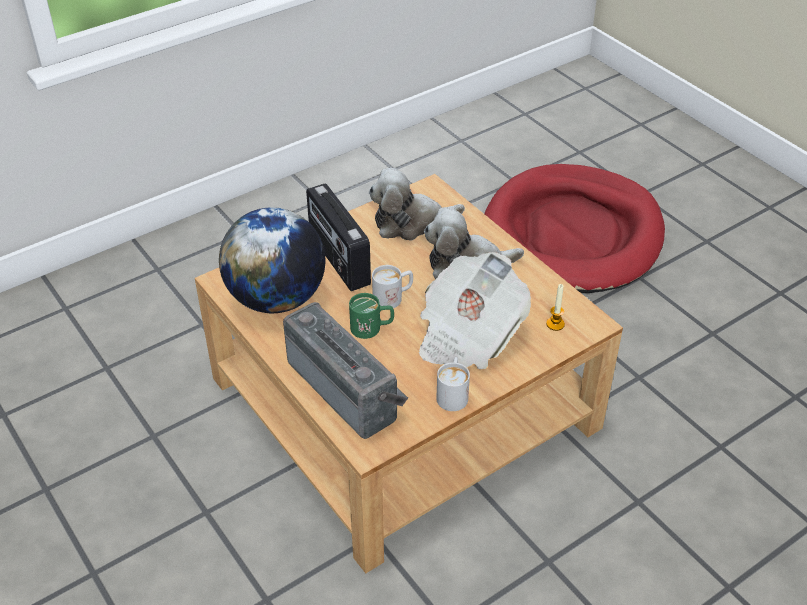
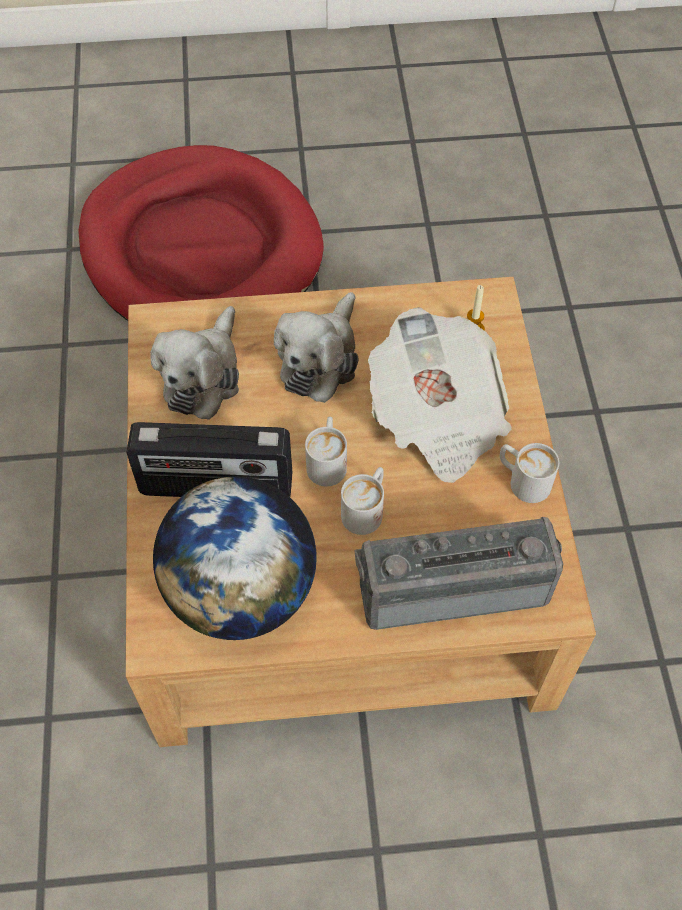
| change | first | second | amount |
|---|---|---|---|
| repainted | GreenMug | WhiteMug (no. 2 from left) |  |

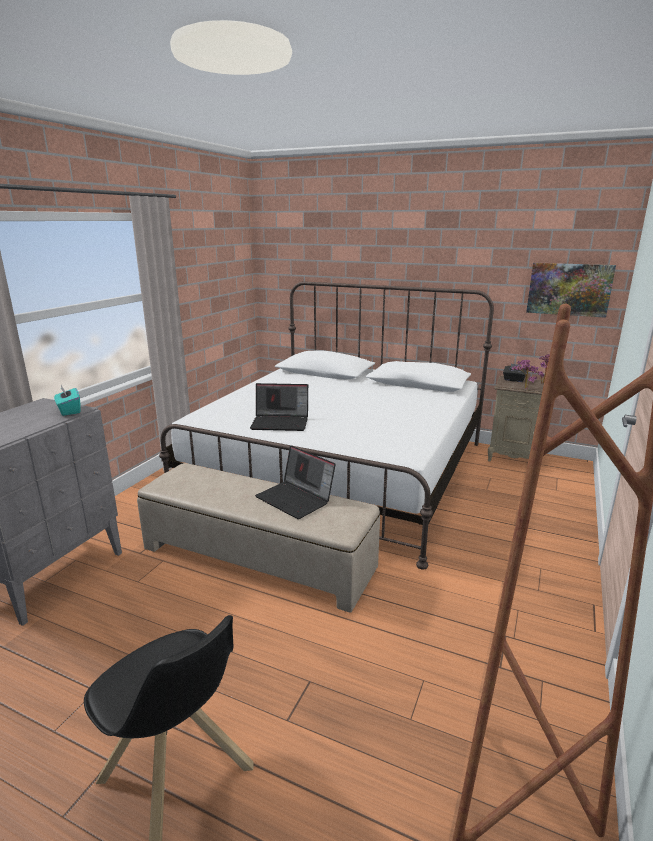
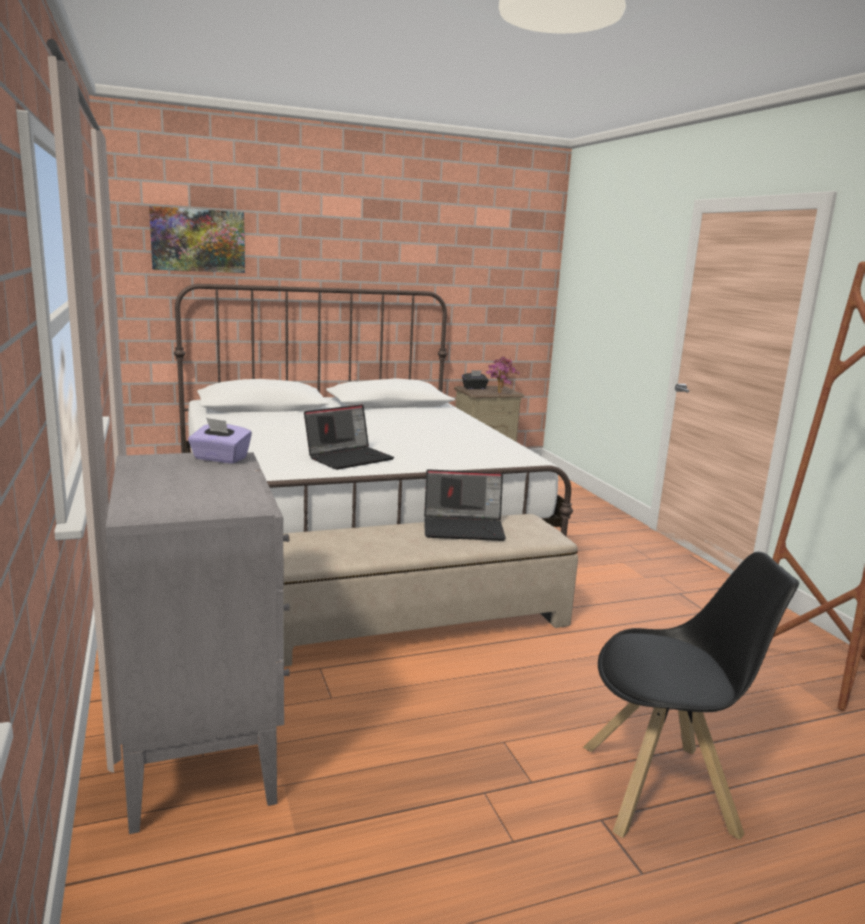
| change | first | second | amount |
|---|---|---|---|
| shifted | Picture |  |  |
| repainted | TurquoiseTissueBox | PurpleTissueBox |  |

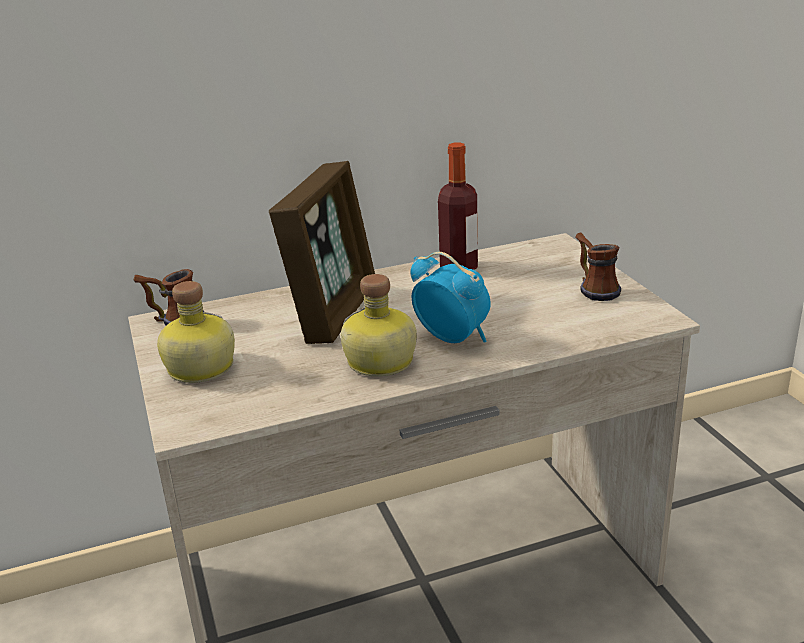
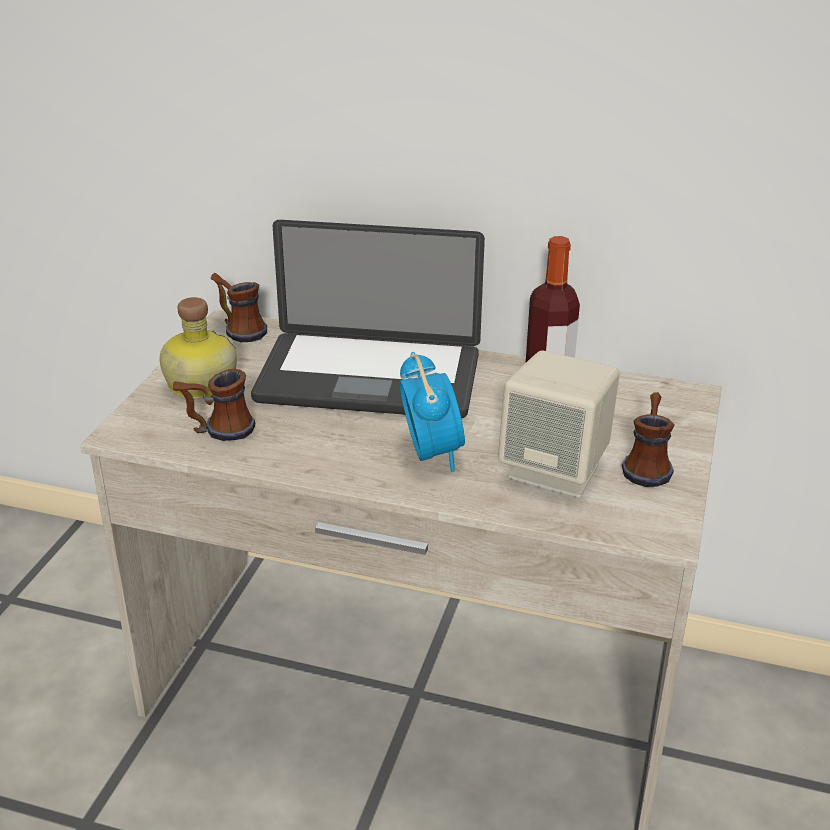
| change | first | second | amount |
|---|---|---|---|
| new |  | Mug (no. 1 from left) |  |
| swapped | PictureFrame | Laptop |  |
| new |  | BeigeSpeaker |  |
| gone | Bottle (no. 2 from left) |  |  |

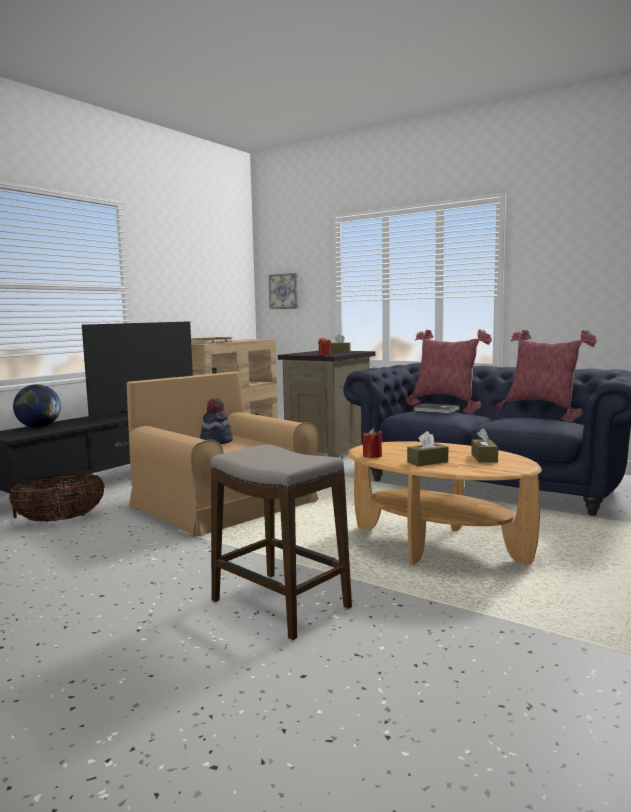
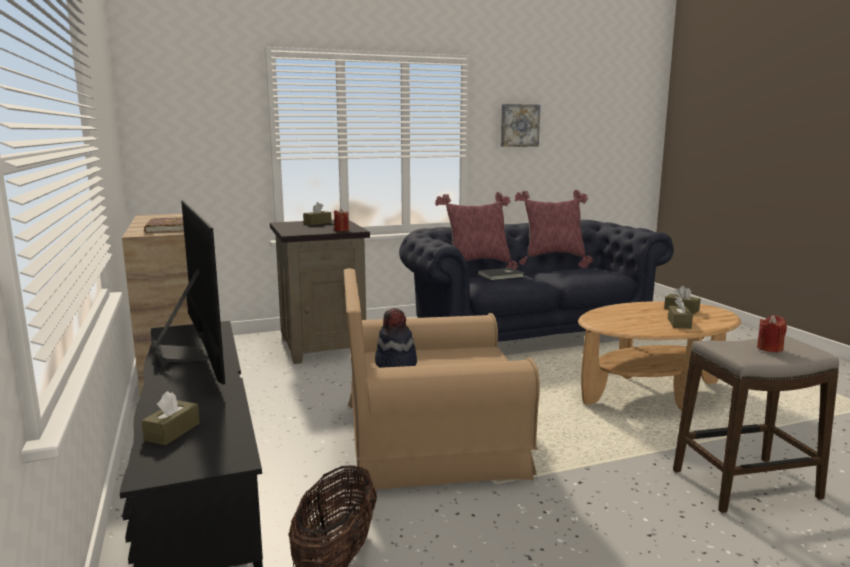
| change | first | second | amount |
|---|---|---|---|
| swapped | Globe | BrownTissueBox (no. 1 from left) |  |
| shifted | Picture |  |  |
| shifted | RedCandle (no. 2 from left) |  |  |

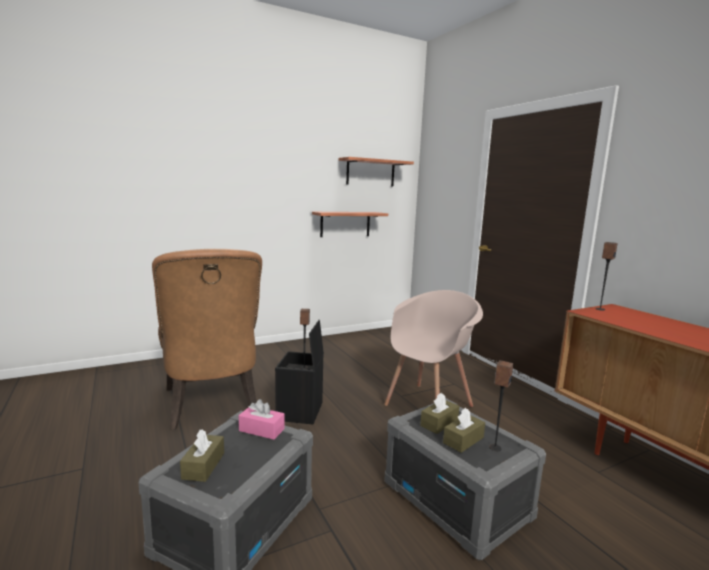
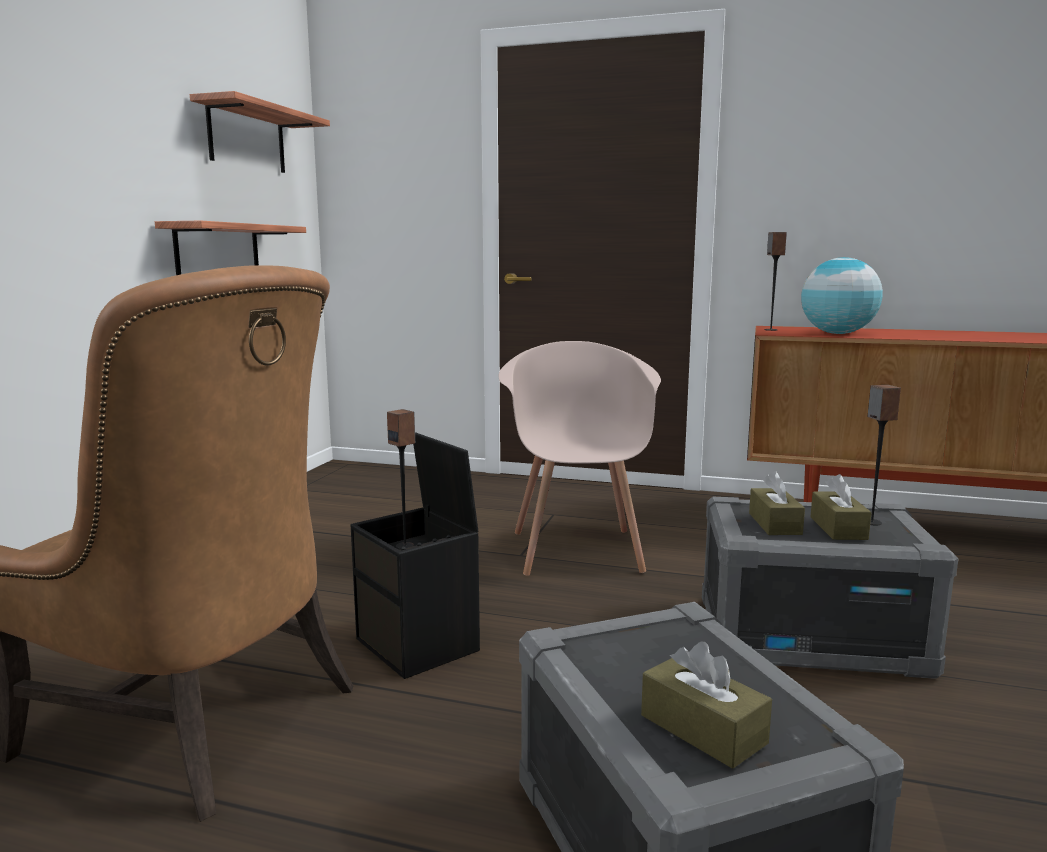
| change | first | second | amount |
|---|---|---|---|
| new |  | Globe |  |
| gone | PinkTissueBox |  |  |

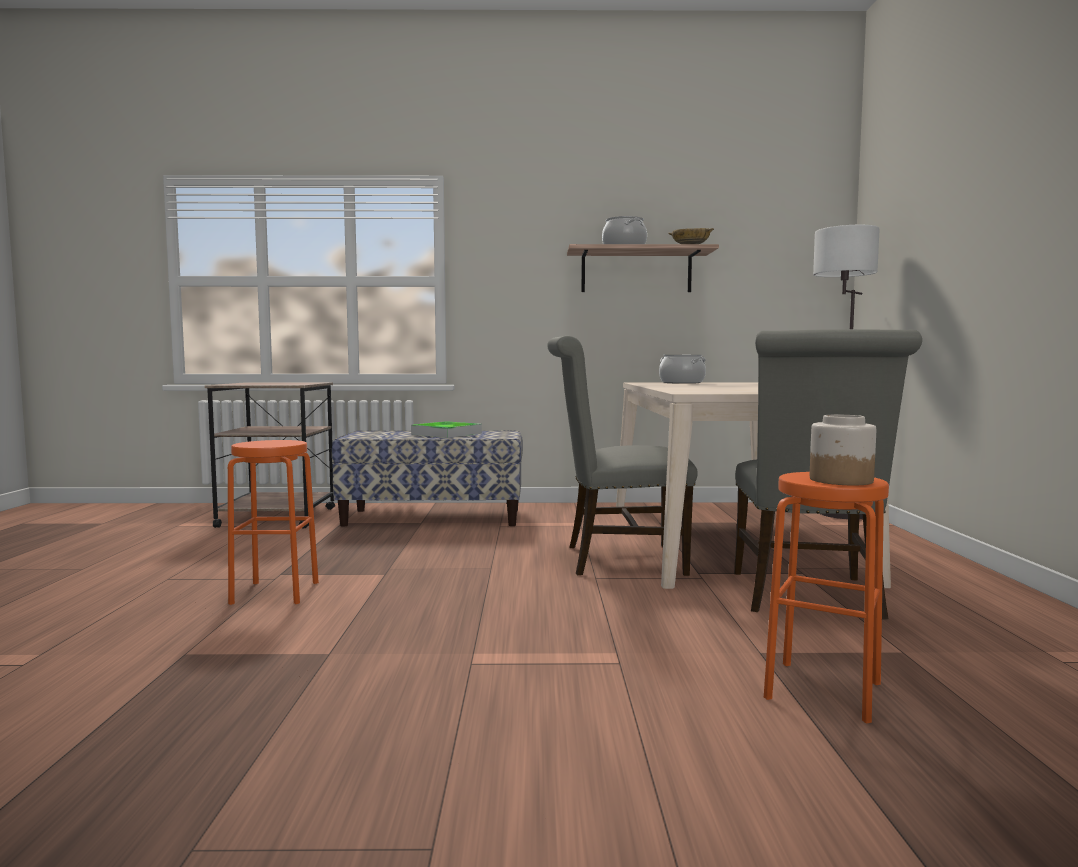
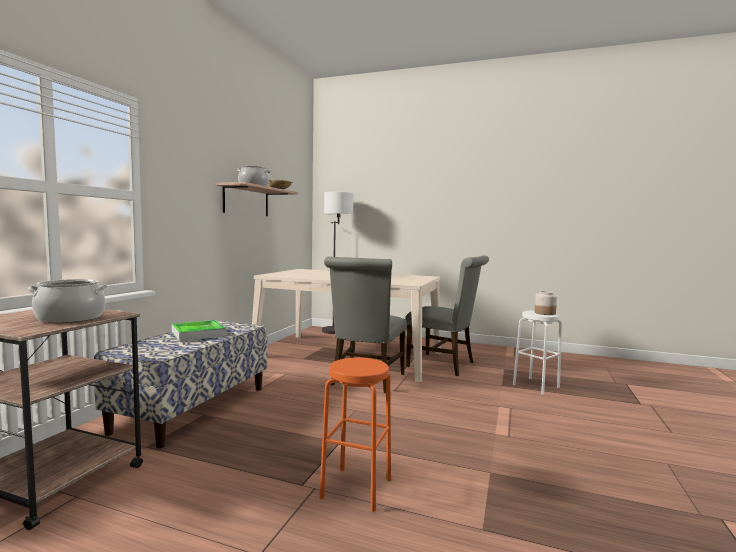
| change | first | second | amount |
|---|---|---|---|
| shifted | CookingPot (no. 2 from left in the first image) | CookingPot (no. 1 from left) |  |
| repainted | OrangeStool (no. 2 from left) | WhiteStool |  |

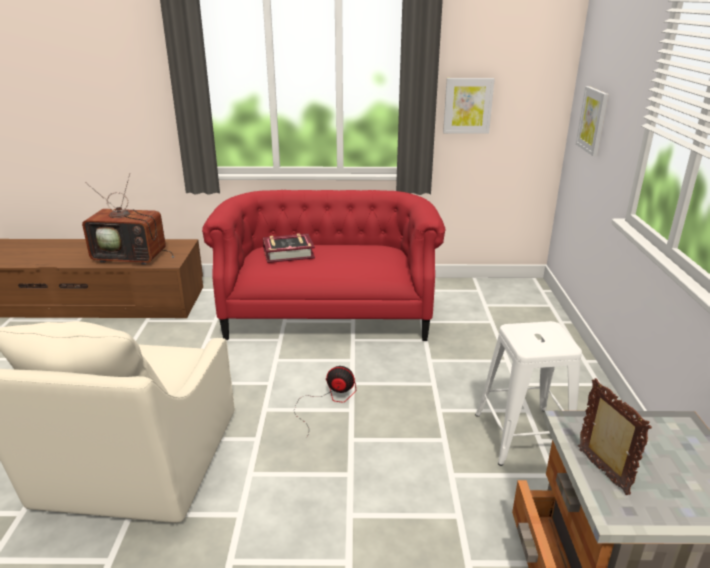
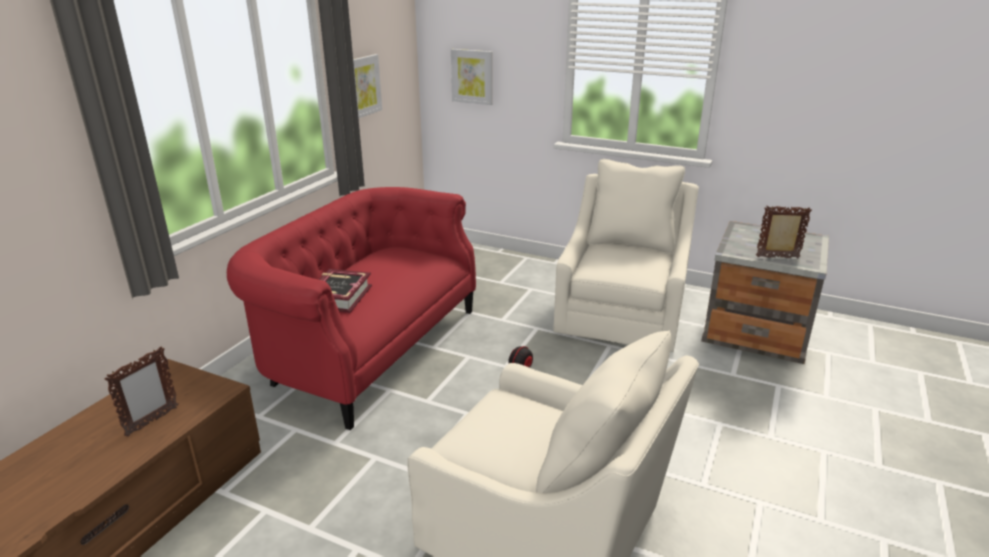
| change | first | second | amount |
|---|---|---|---|
| swapped | Television | PictureFrame (no. 1 from left) |  |
| swapped | WhiteStool | BeigeArmchair (no. 2 from left) |  |

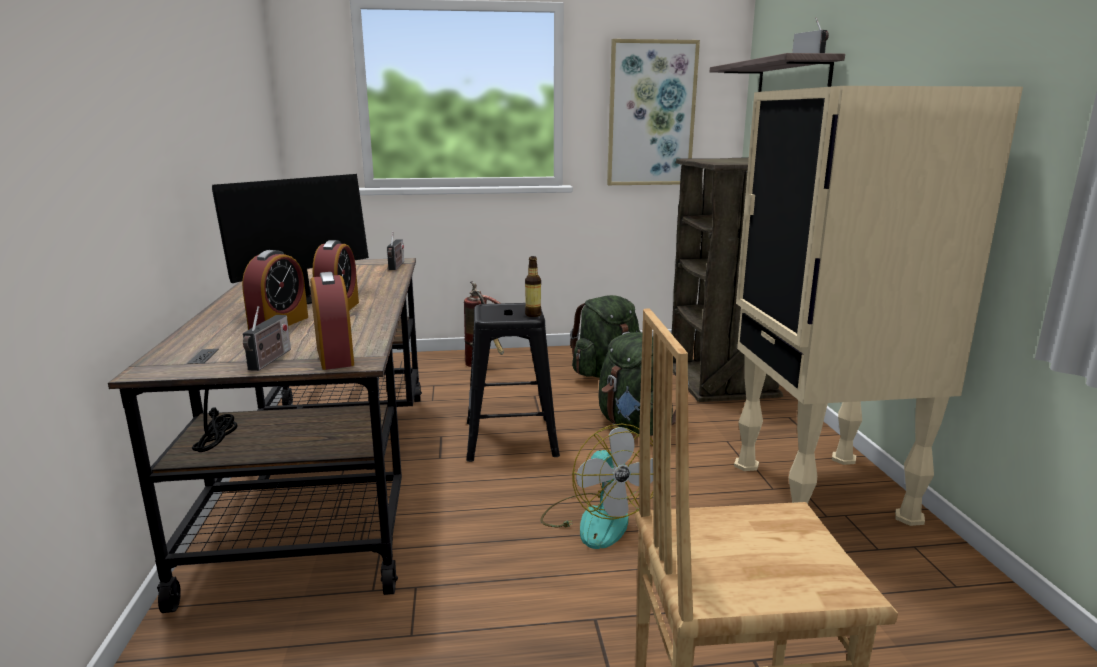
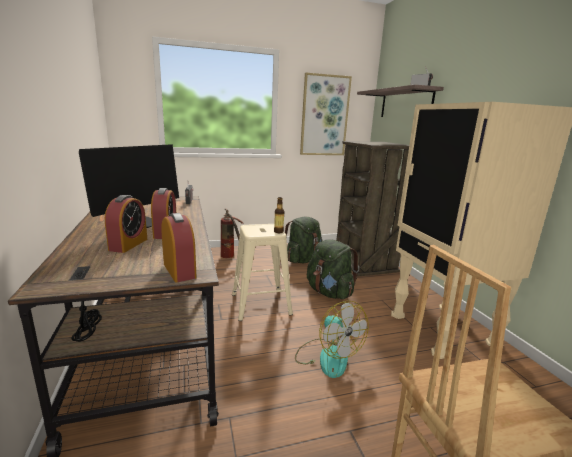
| change | first | second | amount |
|---|---|---|---|
| repainted | BlackStool | BeigeStool |  |
| gone | Radio (no. 1 from left) |  |  |

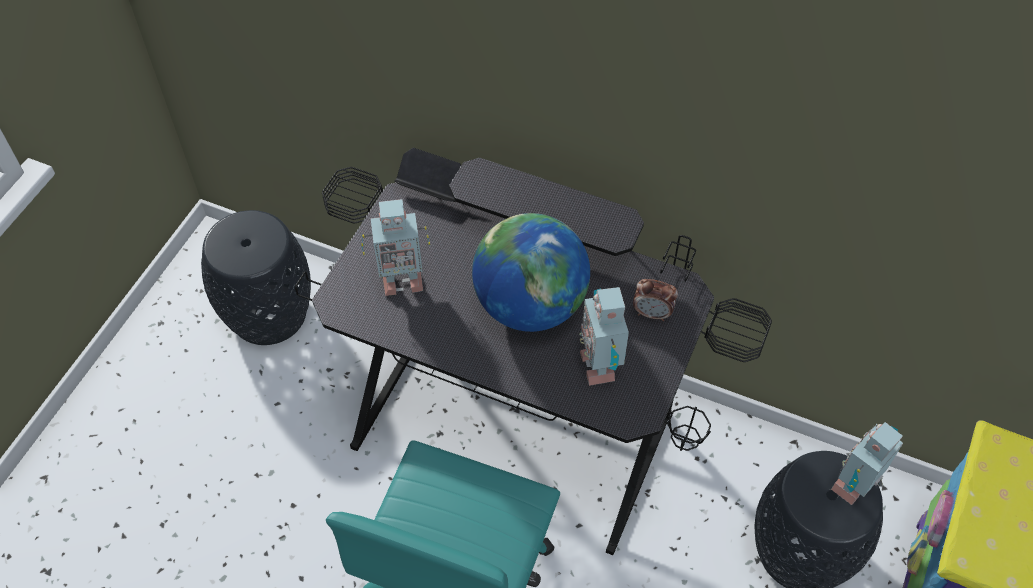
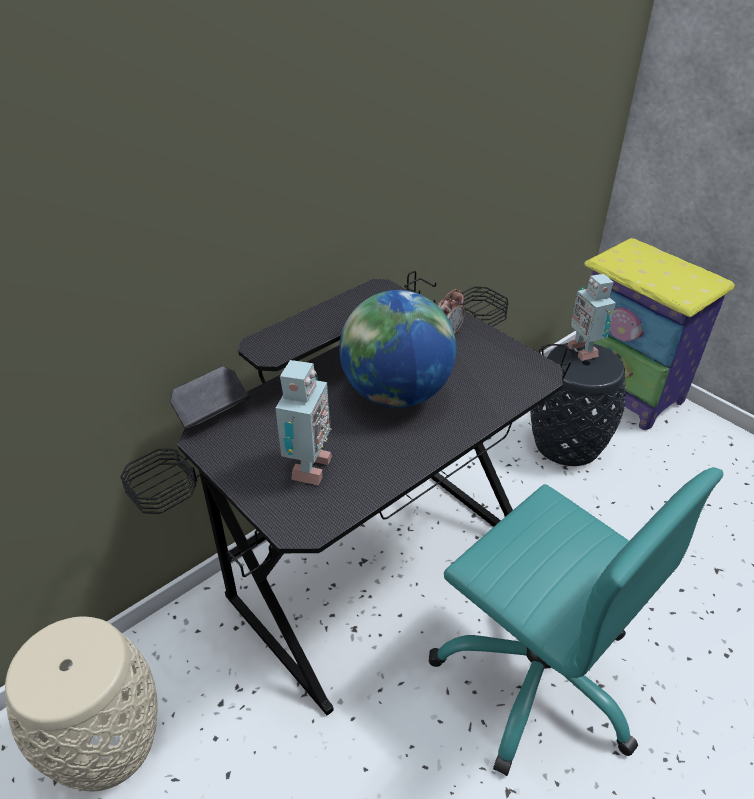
| change | first | second | amount |
|---|---|---|---|
| repainted | BlackStool (no. 1 from left) | BeigeStool |  |
| gone | ToyRobot (no. 2 from left) |  |  |

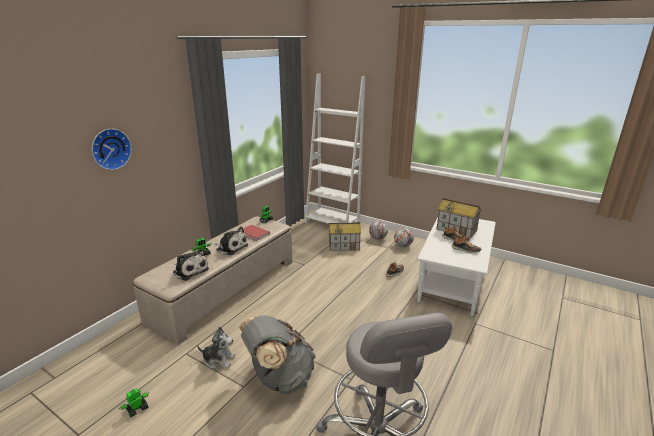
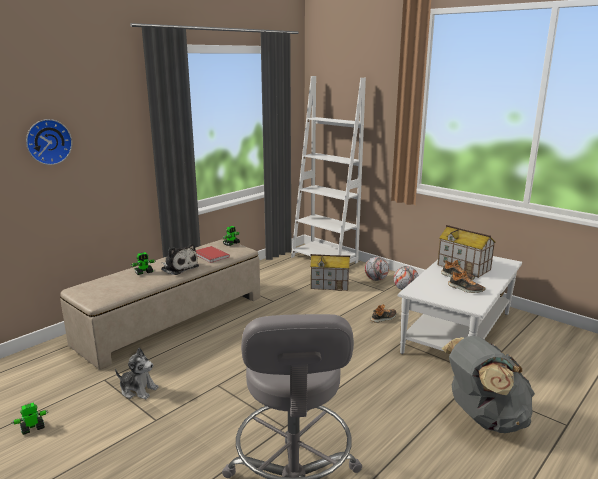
| change | first | second | amount |
|---|---|---|---|
| shifted | GreyBackpack |  |  |
| gone | PlushToy (no. 1 from left) |  |  |

